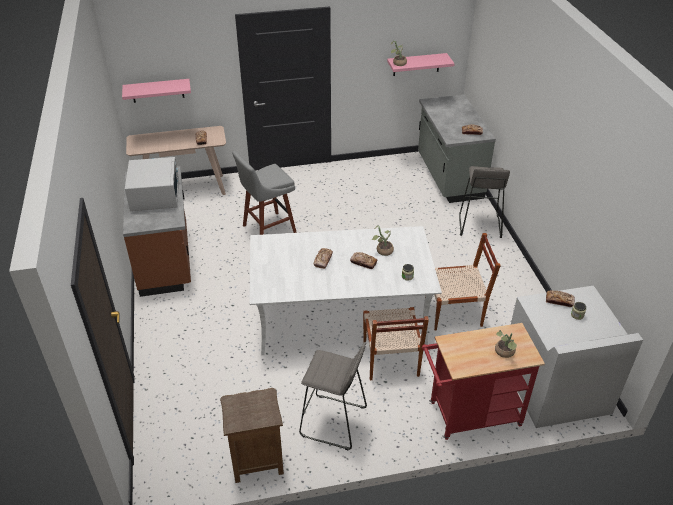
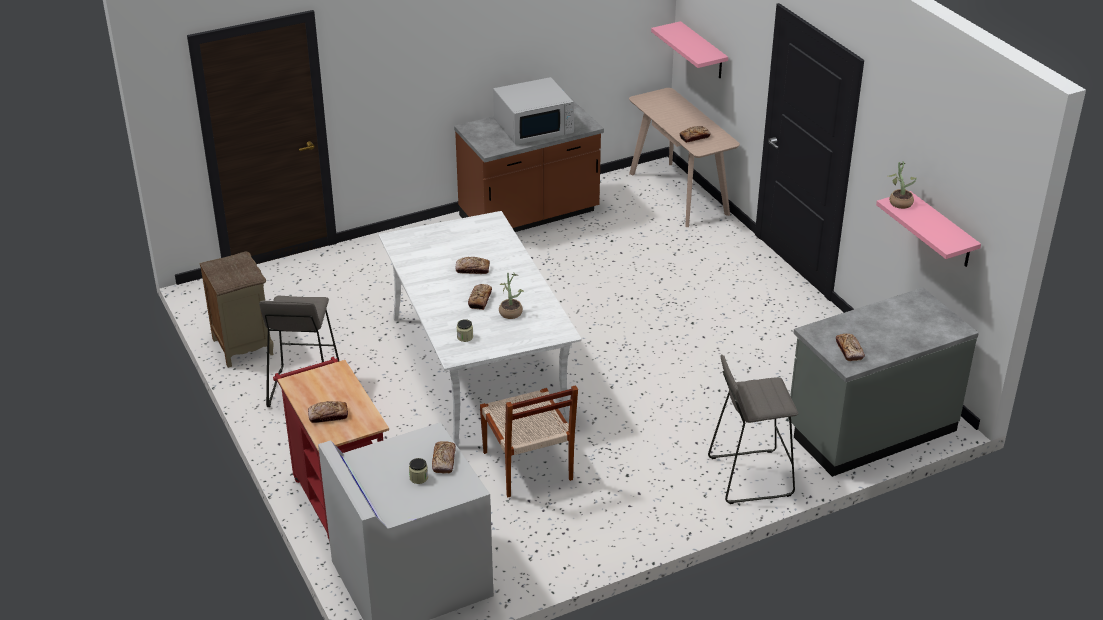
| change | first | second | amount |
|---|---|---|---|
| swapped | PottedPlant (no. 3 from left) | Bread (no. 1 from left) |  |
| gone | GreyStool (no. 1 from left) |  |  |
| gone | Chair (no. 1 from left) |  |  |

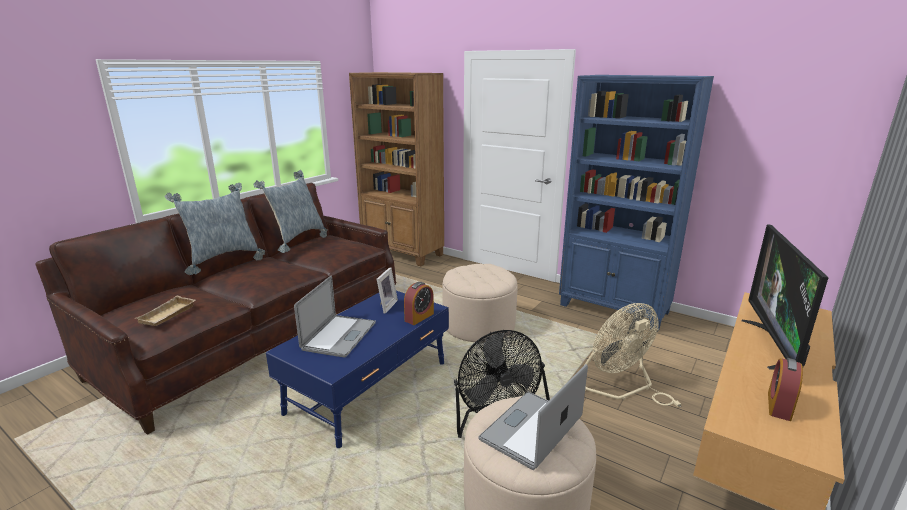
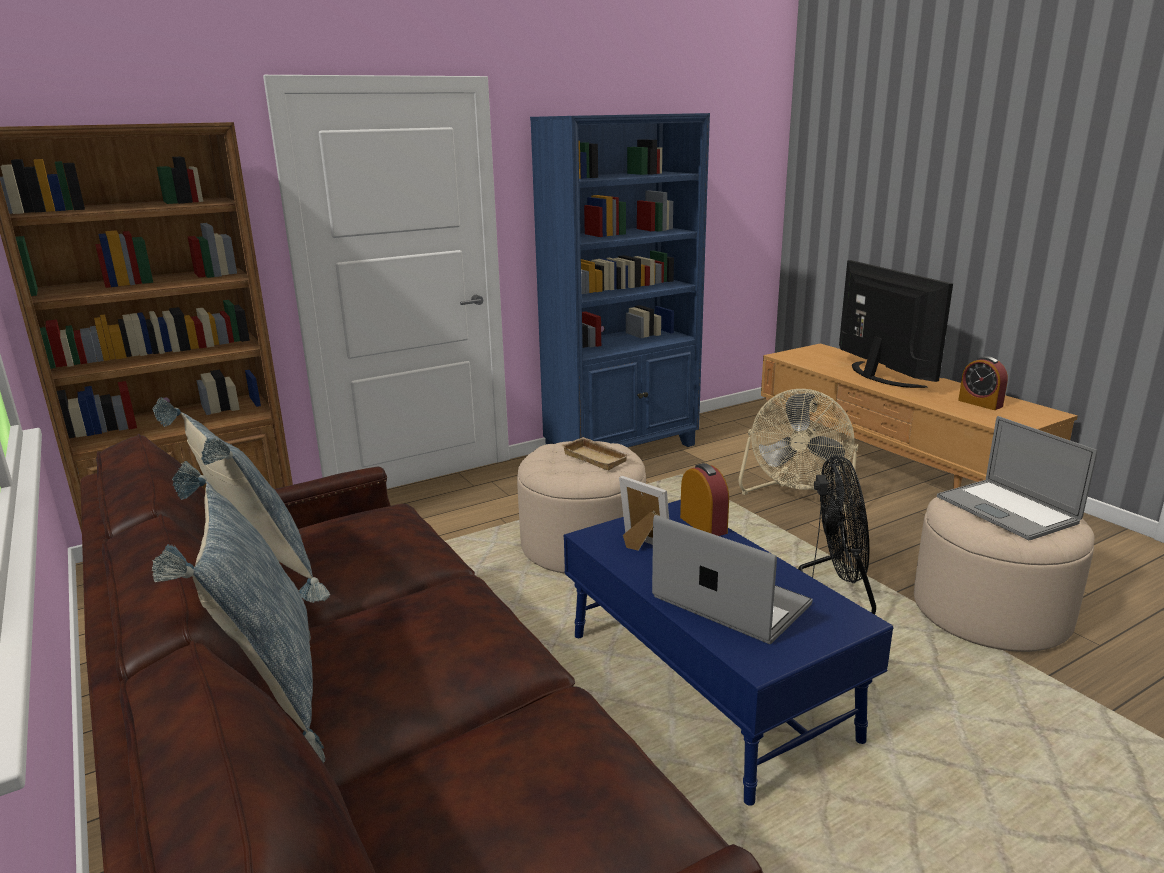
| change | first | second | amount |
|---|---|---|---|
| shifted | BeigeTray |  |  |
| rotated | BeigeFan |  | 60 degrees counterclockwise |
| rotated | Television |  | 150 degrees counterclockwise |

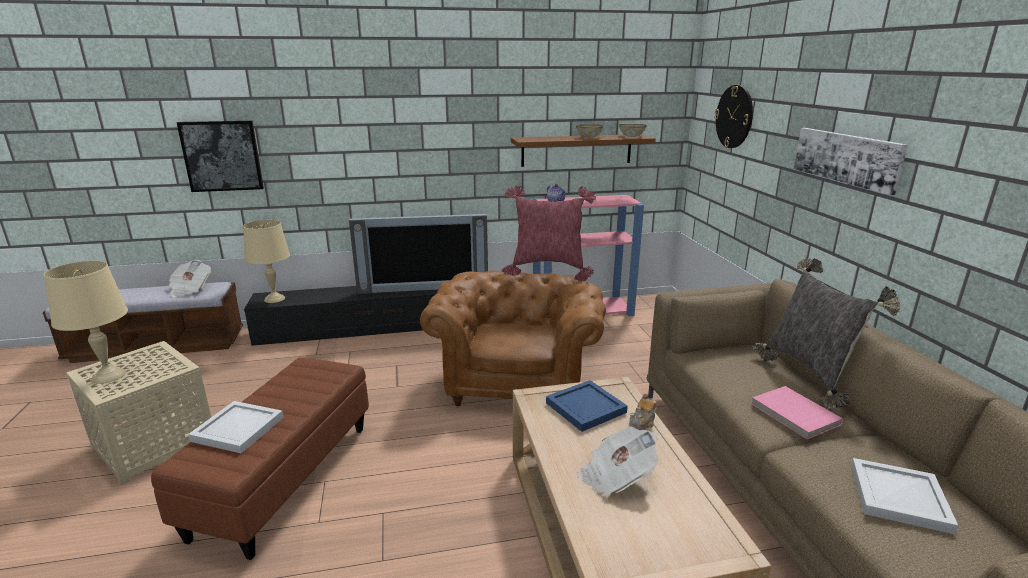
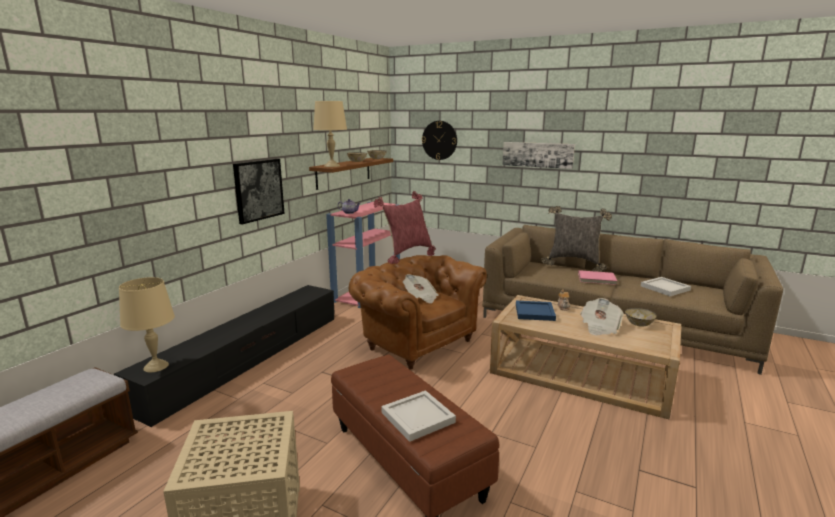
| change | first | second | amount |
|---|---|---|---|
| shifted | Picture (no. 1 from left) |  |  |
| shifted | BeigeTableLamp (no. 1 from left in the first image) | BeigeTableLamp (no. 2 from left) |  |
| shifted | Newspaper (no. 1 from left) |  |  |
| new |  | Bowl (no. 3 from left) |  |
| gone | Television |  |  |

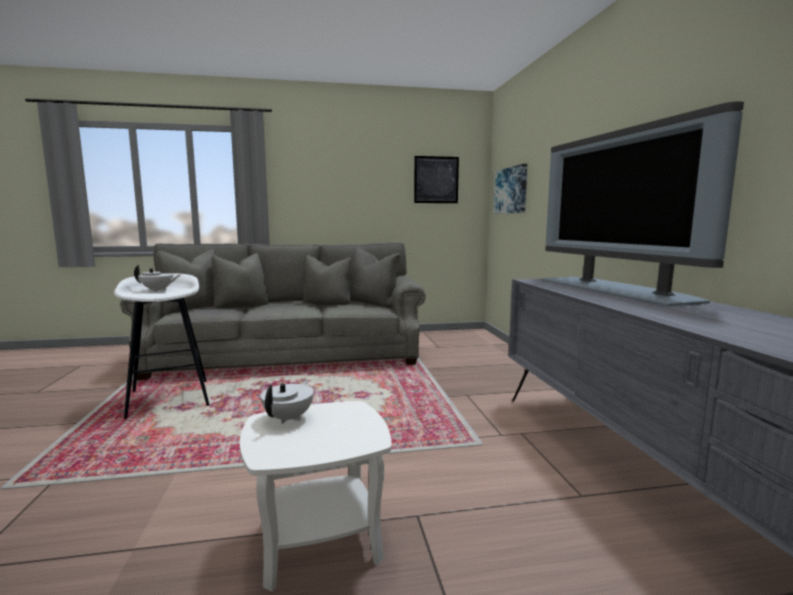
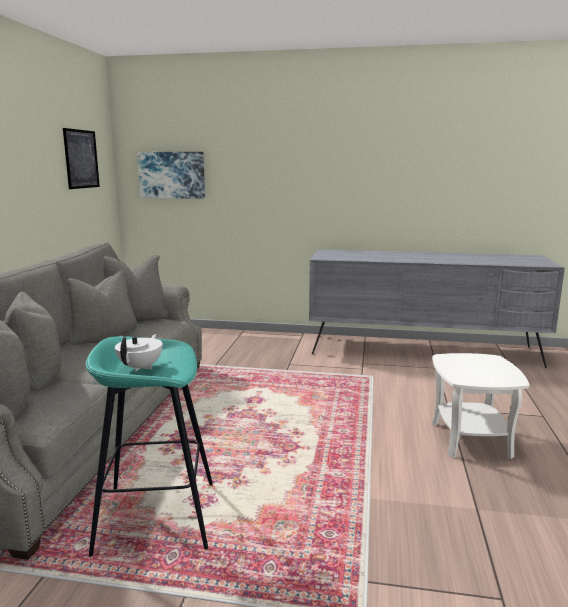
| change | first | second | amount |
|---|---|---|---|
| repainted | WhiteStool | TurquoiseStool |  |
| gone | WhiteTeapot (no. 2 from left) |  |  |
| gone | Television |  |  |

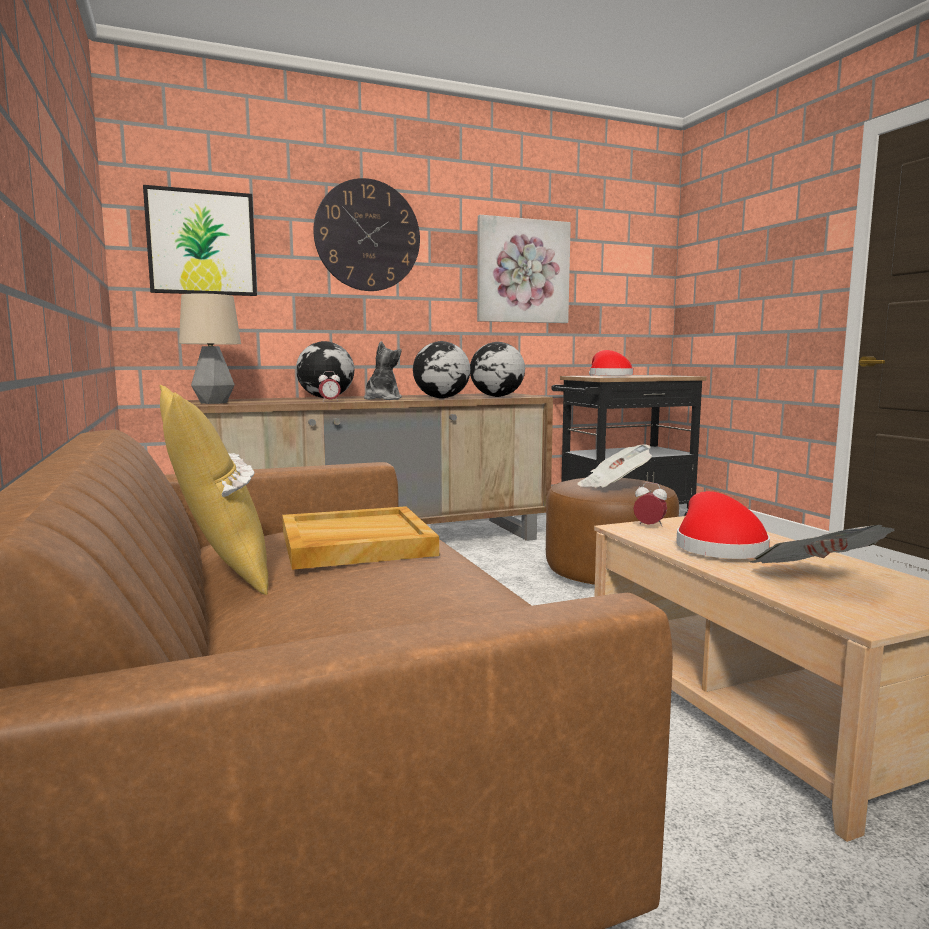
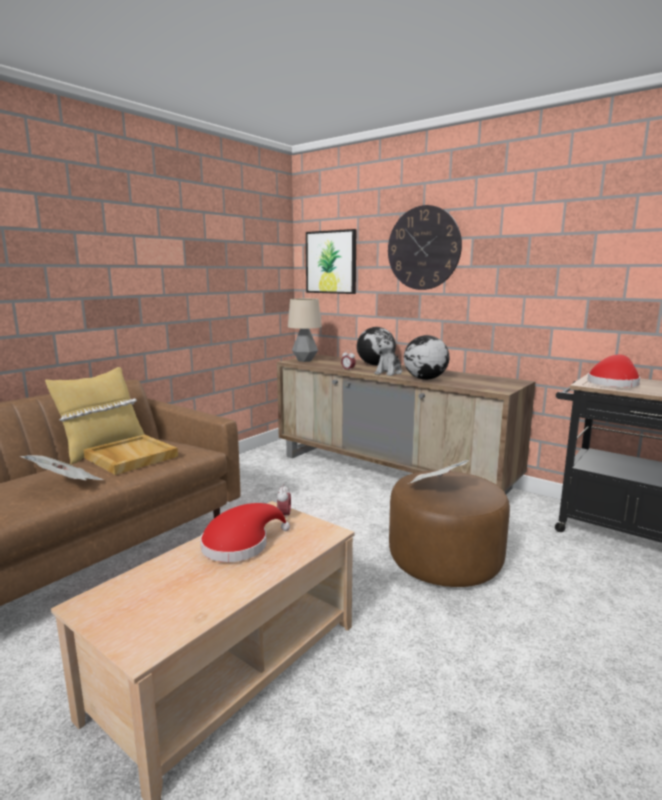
| change | first | second | amount |
|---|---|---|---|
| shifted | Newspaper (no. 2 from left in the first image) | Newspaper (no. 1 from left) |  |
| rotated | PlushToy |  | 135 degrees clockwise |
| gone | Globe (no. 3 from left) |  |  |
| gone | Picture (no. 2 from left) |  |  |

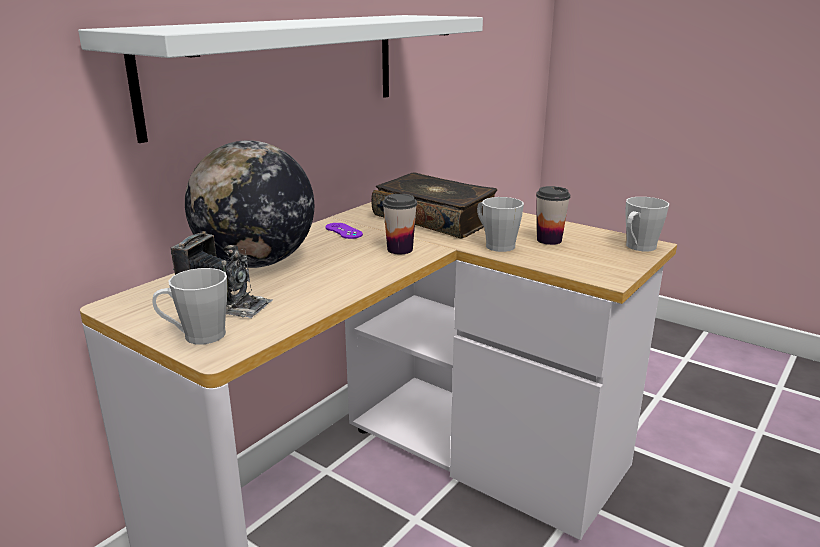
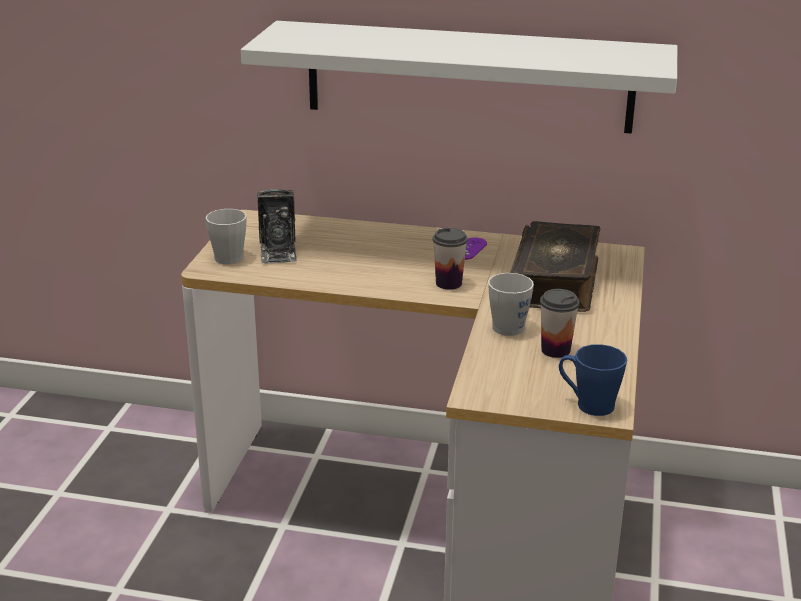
| change | first | second | amount |
|---|---|---|---|
| repainted | GreyMug (no. 3 from left) | BlueMug |  |
| gone | Globe |  |  |

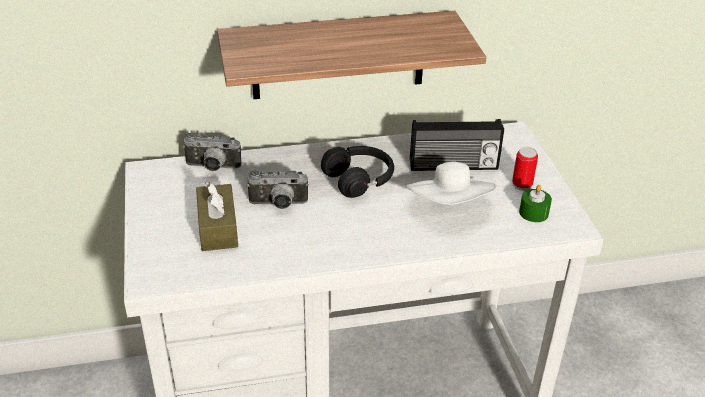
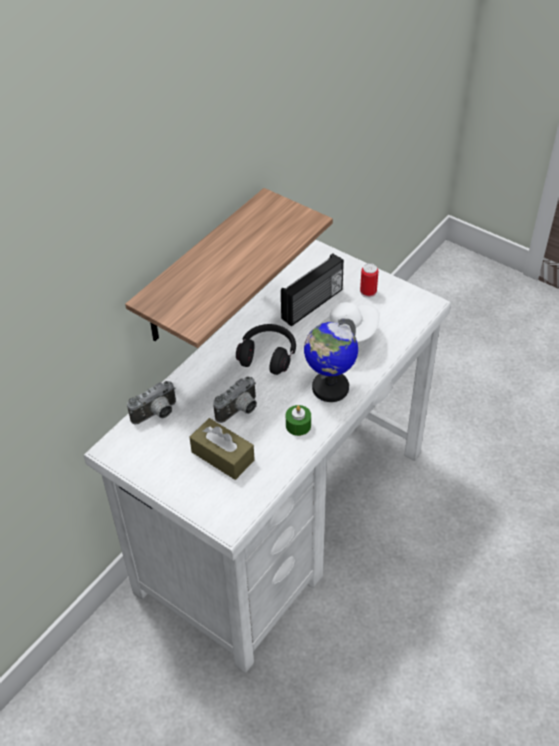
| change | first | second | amount |
|---|---|---|---|
| shifted | GreenCandle |  |  |
| new |  | Globe |  |

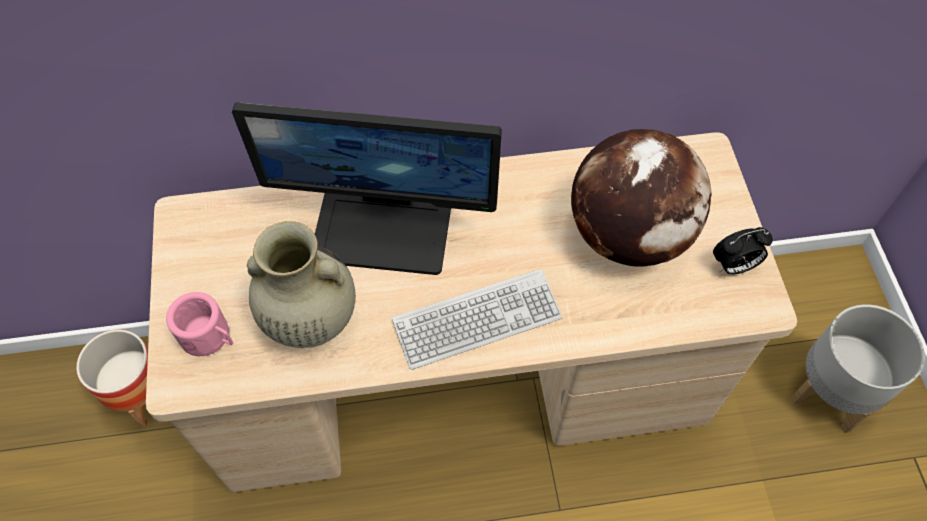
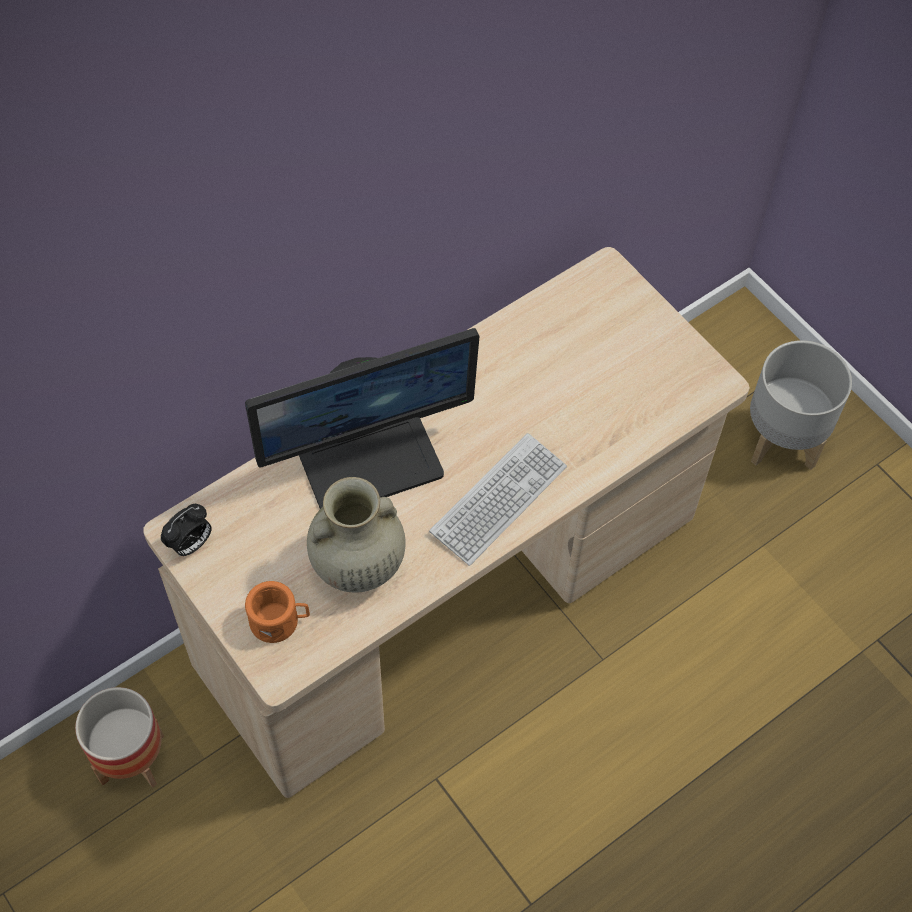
| change | first | second | amount |
|---|---|---|---|
| shifted | AlarmClock |  |  |
| repainted | PinkMug | OrangeMug |  |
| gone | Globe |  |  |

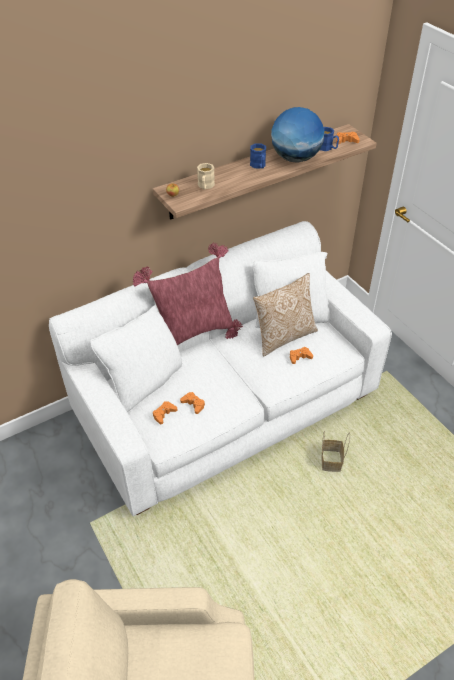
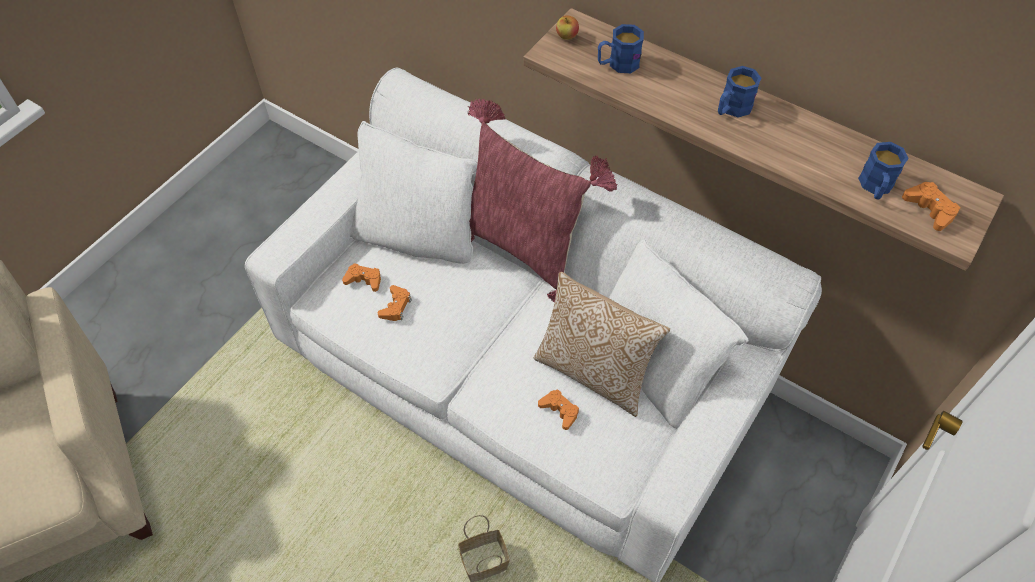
| change | first | second | amount |
|---|---|---|---|
| repainted | BeigeMug | BlueMug (no. 1 from left) |  |
| gone | Globe |  |  |

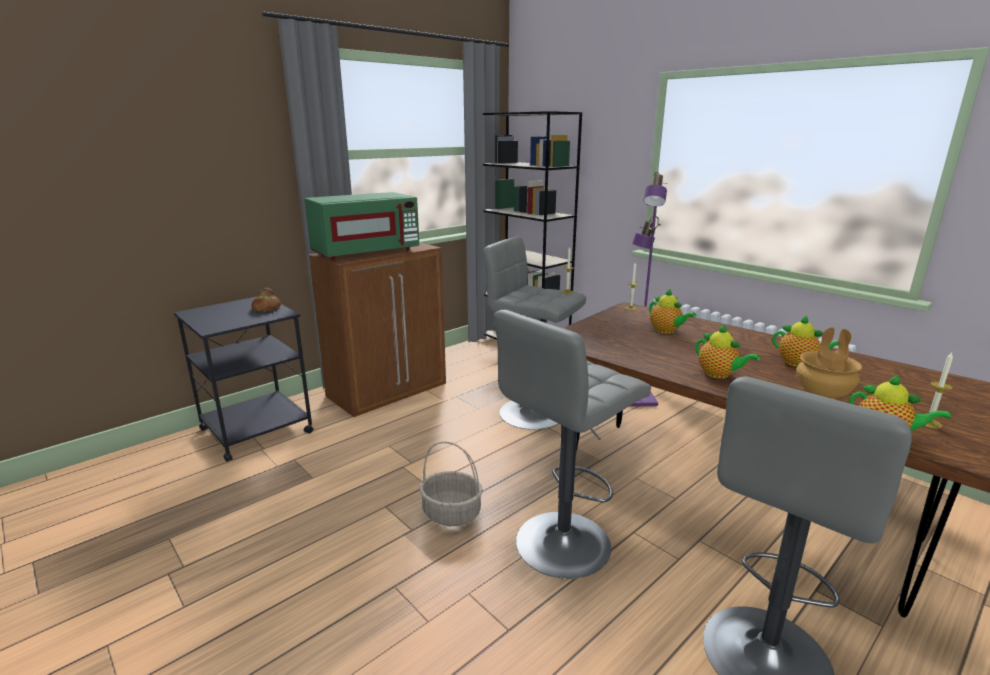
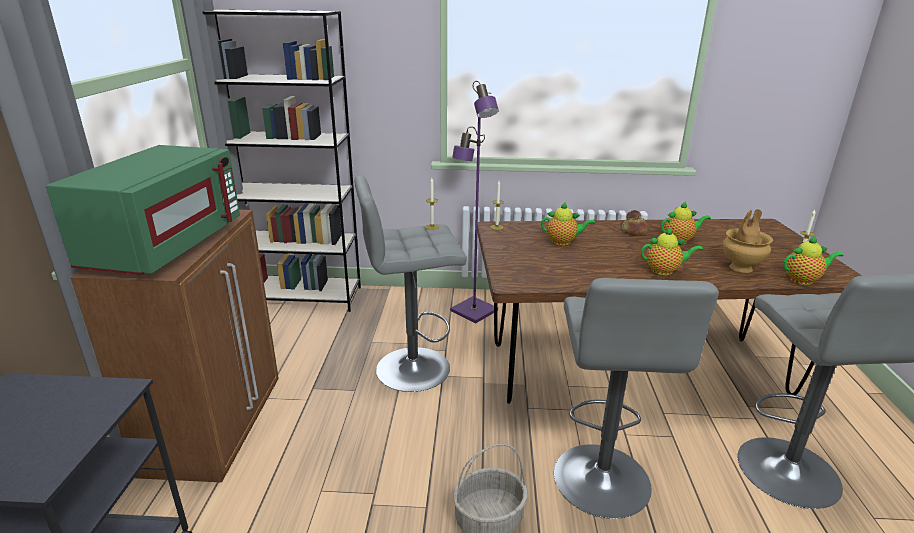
| change | first | second | amount |
|---|---|---|---|
| shifted | Bread |  |  |

